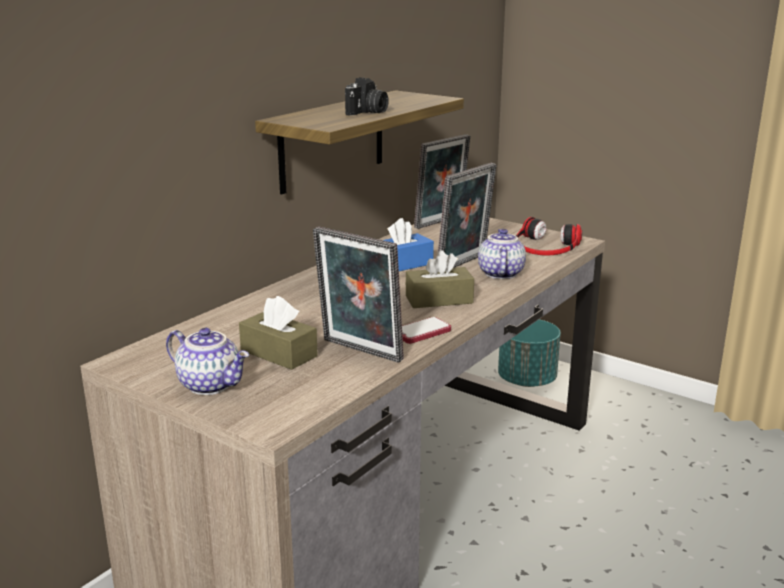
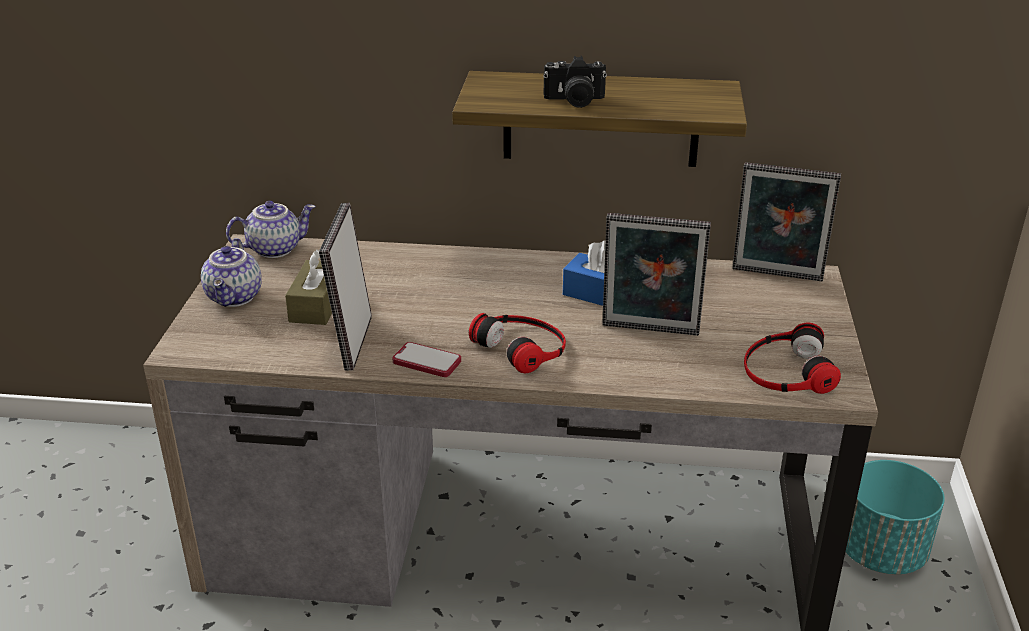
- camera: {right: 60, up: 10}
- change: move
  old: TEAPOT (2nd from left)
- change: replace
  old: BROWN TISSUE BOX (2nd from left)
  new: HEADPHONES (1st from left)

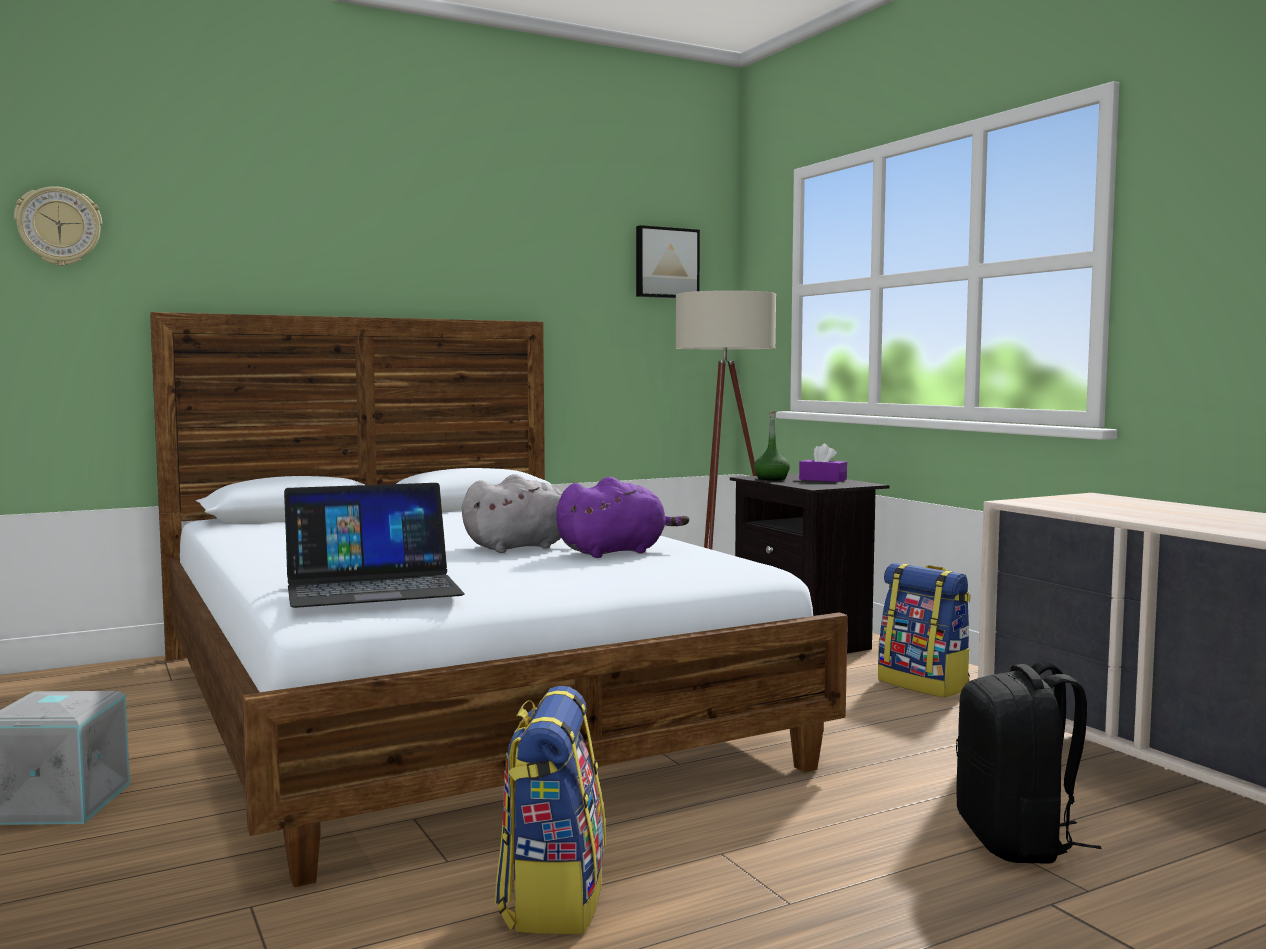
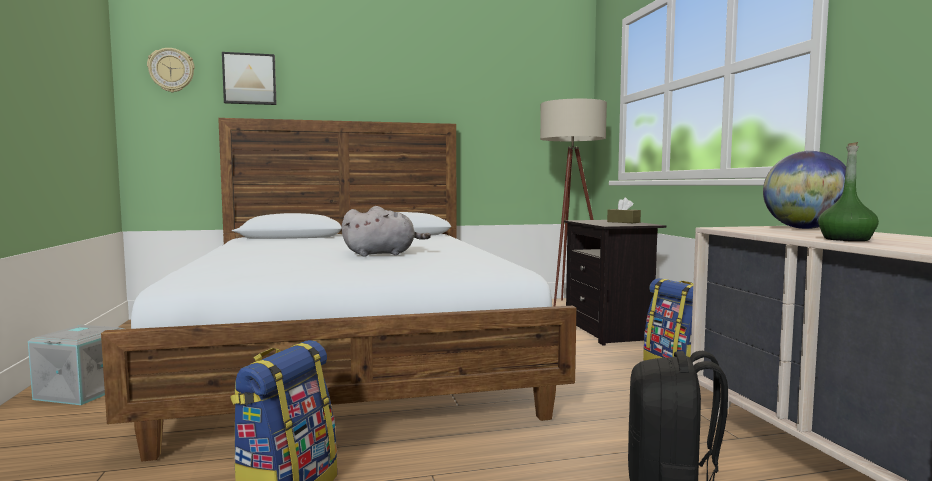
- camera: {right: 15, up: 0}
- change: delete
  old: LAPTOP
- change: delete
  old: PURPLE PLUSH TOY
- change: insert
  new: GLOBE
- change: move
  old: PICTURE
- change: move
  old: GREEN BOTTLE
- change: recolor
  old: PURPLE TISSUE BOX
  new: BROWN TISSUE BOX

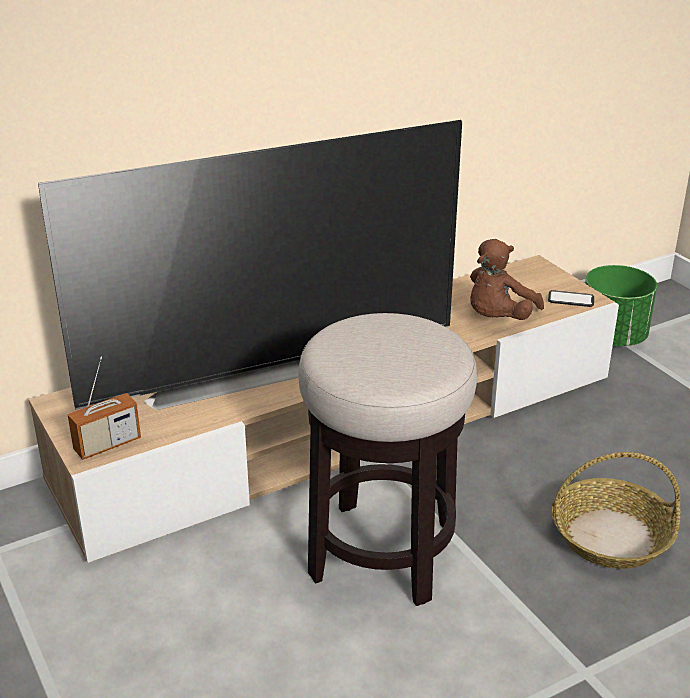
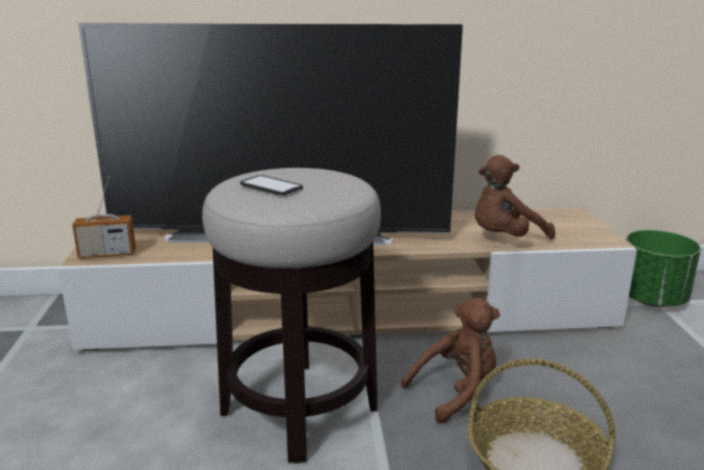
- camera: {right: 25, up: -10}
- change: insert
  new: BROWN PLUSH TOY (1st from left)
- change: move
  old: PHONE

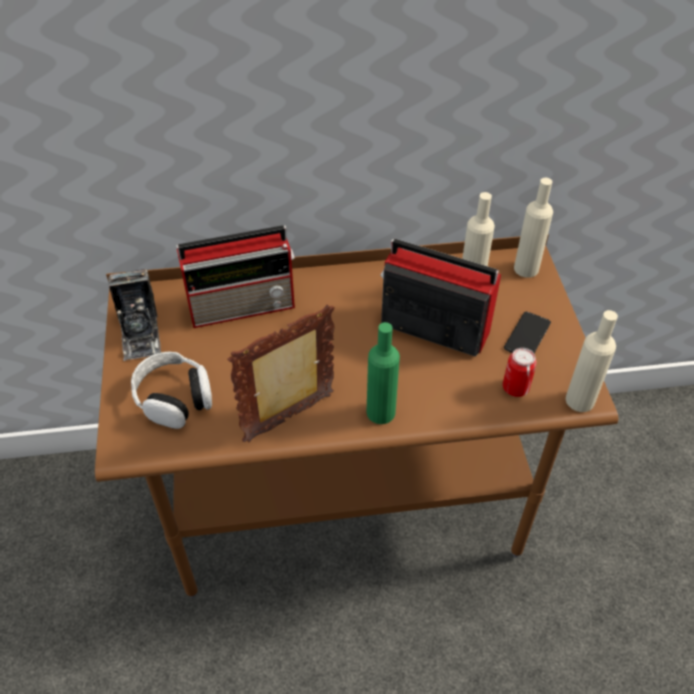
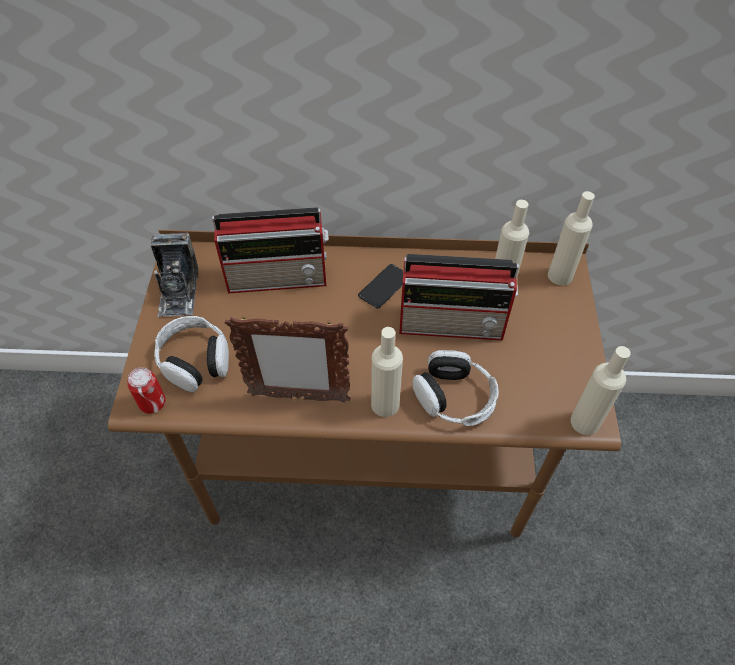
- camera: {right: 10, up: 5}
- change: insert
  new: HEADPHONES (2nd from left)
- change: move
  old: CAN
- change: move
  old: PHONE
- change: recolor
  old: GREEN BOTTLE
  new: BEIGE BOTTLE (1st from left)
- change: rotate
  old: PICTURE FRAME
  degrees: -150
- change: rotate
  old: RADIO (2nd from left)
  degrees: 150

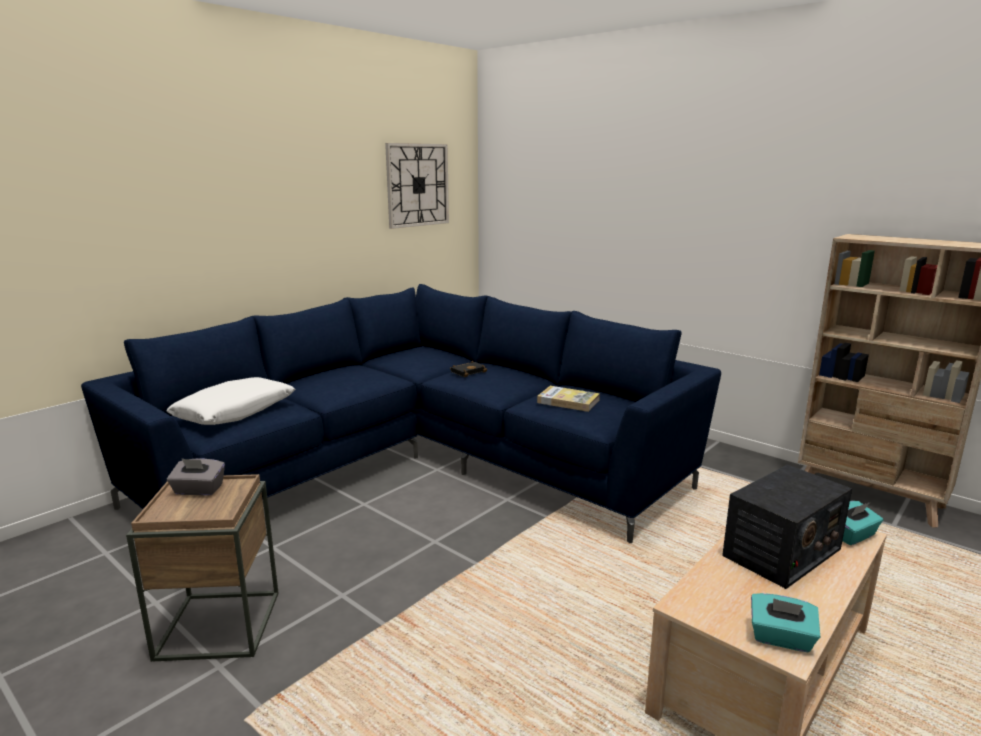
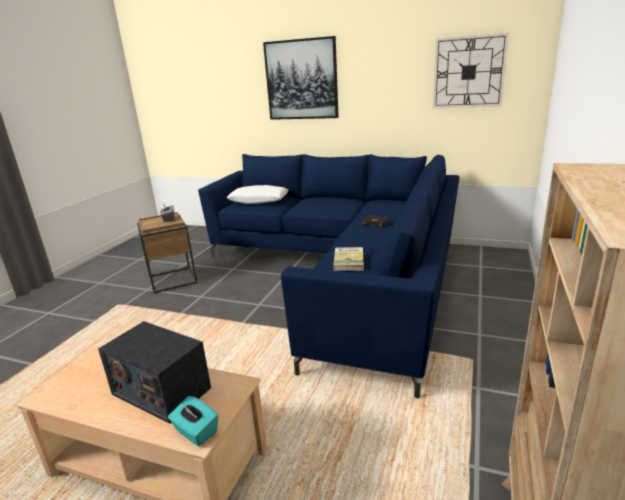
- camera: {right: 70, up: 5}
- change: delete
  old: TURQUOISE TISSUE BOX (1st from left)
- change: insert
  new: PICTURE

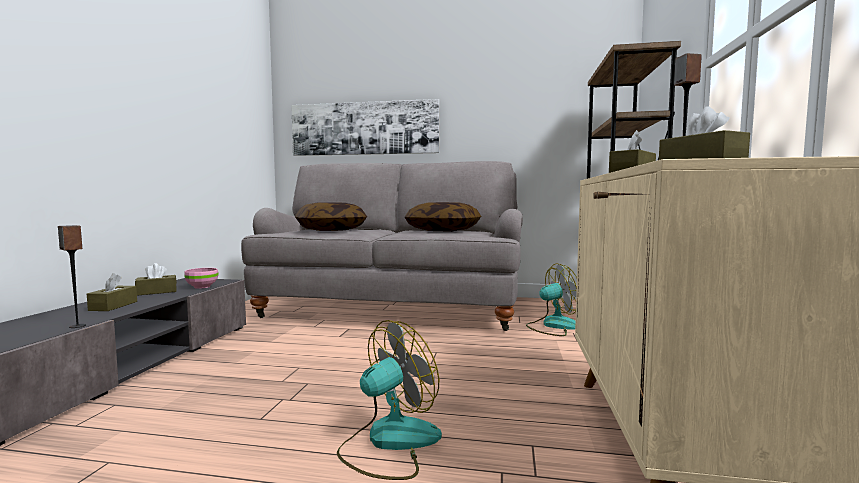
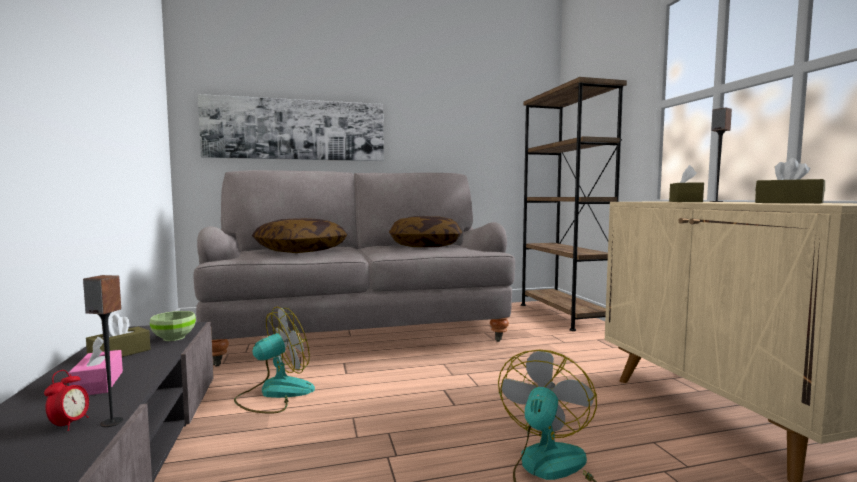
- camera: {right: -25, up: 0}
- change: insert
  new: ALARM CLOCK
- change: move
  old: FAN (2nd from left in the first image)
  new: FAN (1st from left)
- change: recolor
  old: BROWN TISSUE BOX (1st from left)
  new: PINK TISSUE BOX
- change: recolor
  old: PINK BOWL
  new: GREEN BOWL

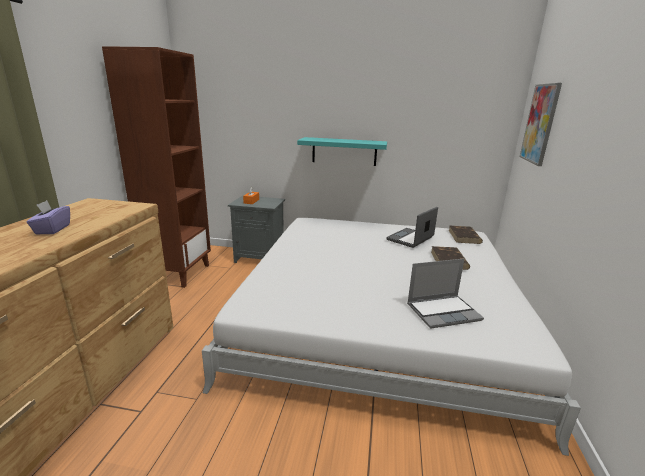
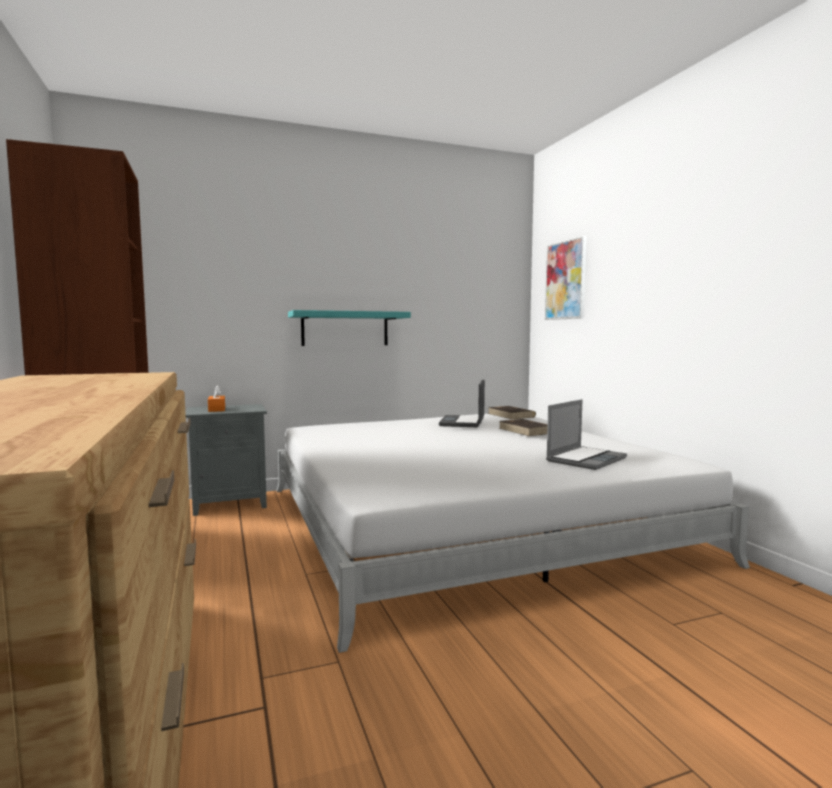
- camera: {right: -30, up: -15}
- change: delete
  old: PURPLE TISSUE BOX

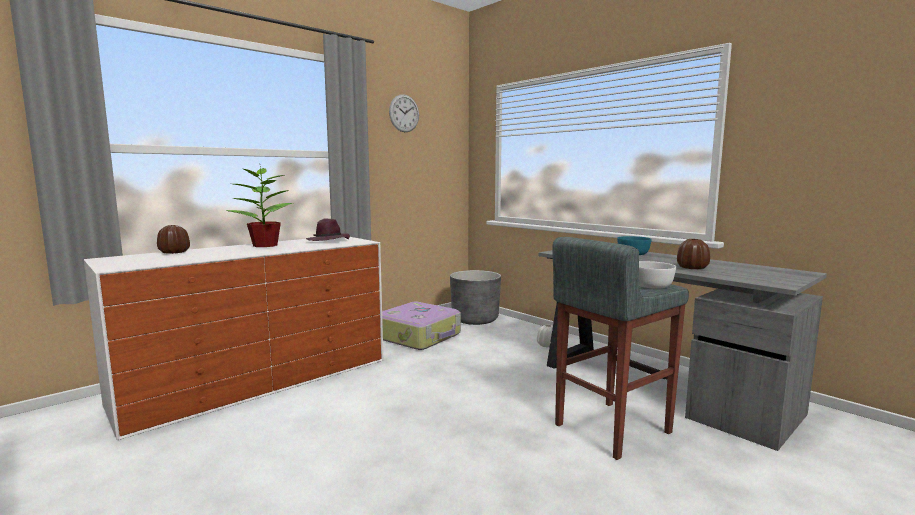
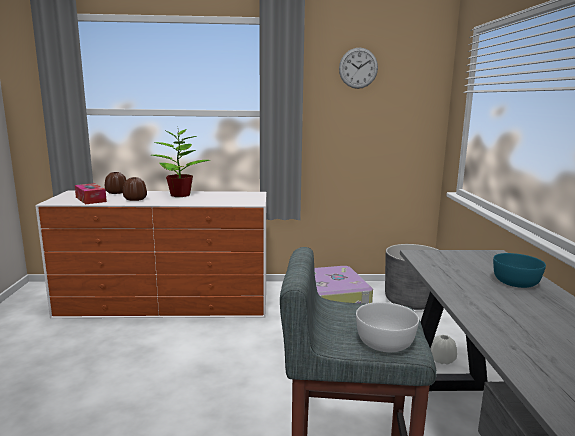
- camera: {right: 40, up: 5}
- change: delete
  old: PURPLE HAT
- change: insert
  new: TISSUE BOX
- change: move
  old: BROWN VASE (2nd from left)

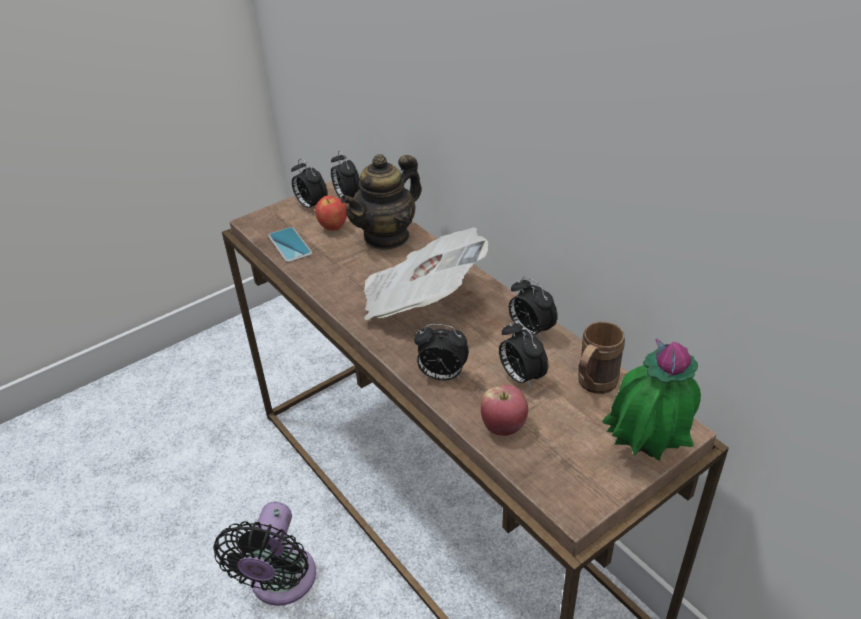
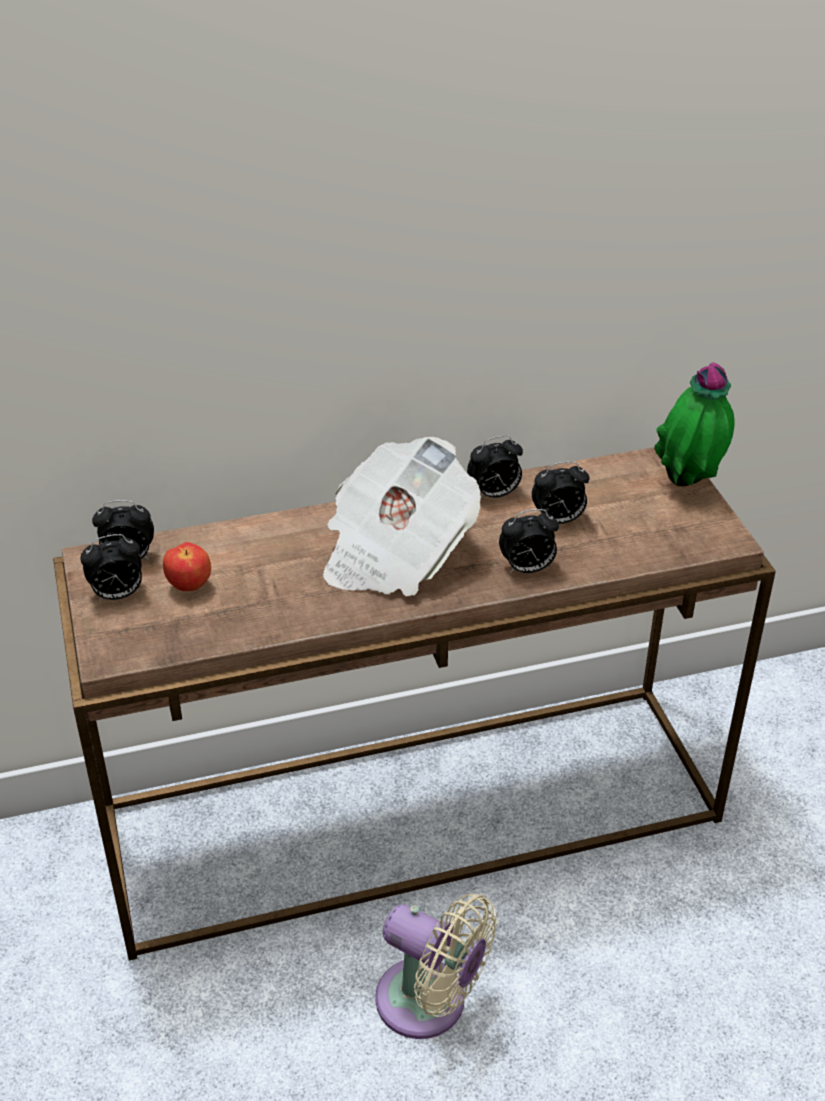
- camera: {right: -70, up: 0}
- change: delete
  old: PHONE
- change: delete
  old: TEAPOT
- change: delete
  old: APPLE (2nd from left)
- change: delete
  old: BROWN MUG
- change: recolor
  old: BLACK FAN
  new: BEIGE FAN
- change: rotate
  old: ALARM CLOCK (3rd from left in the first image)
  degrees: 45

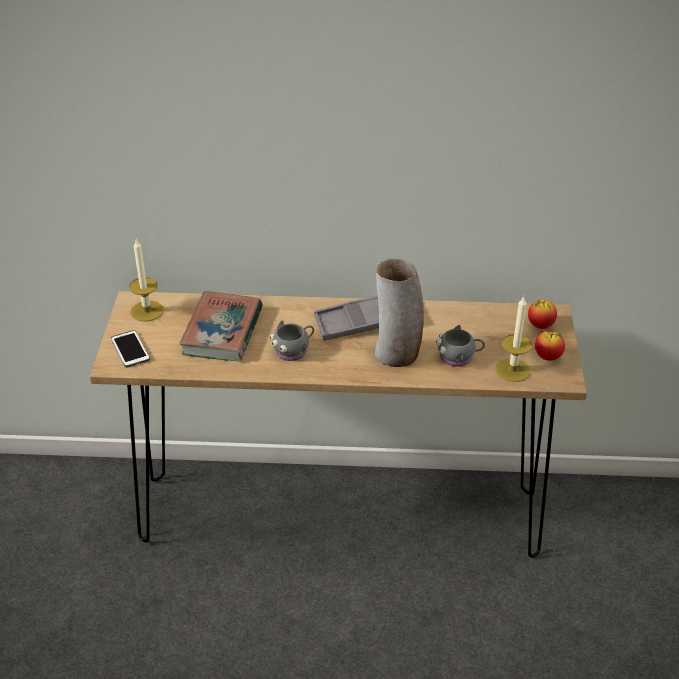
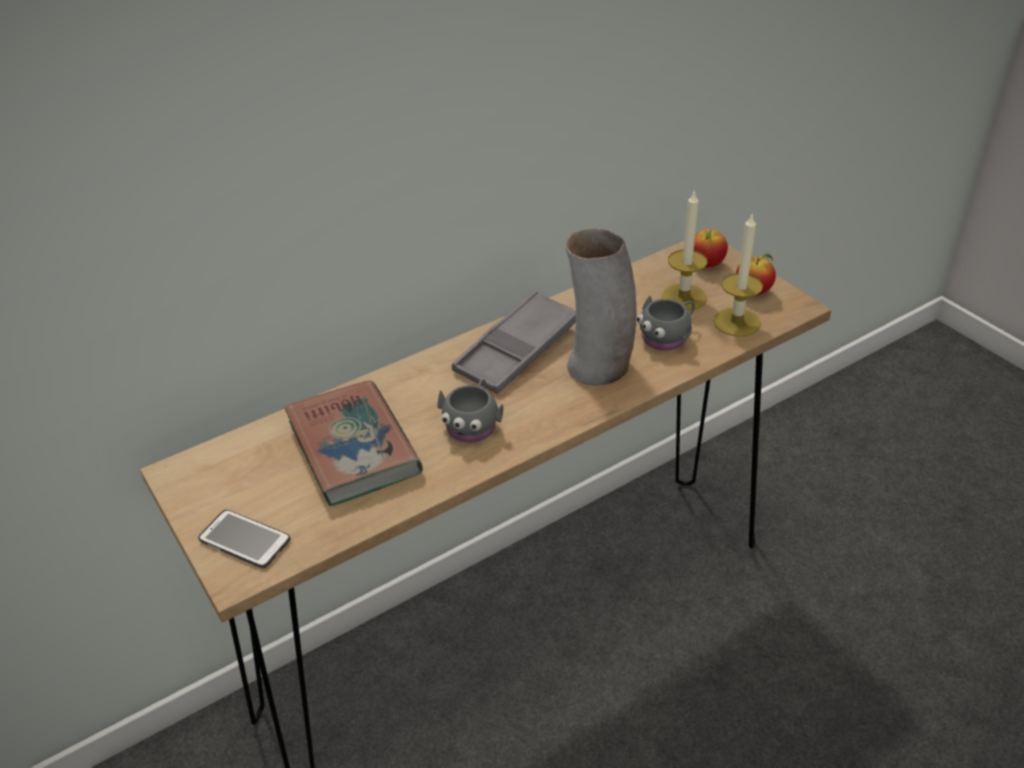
- camera: {right: -35, up: 0}
- change: move
  old: CANDLE (1st from left)

